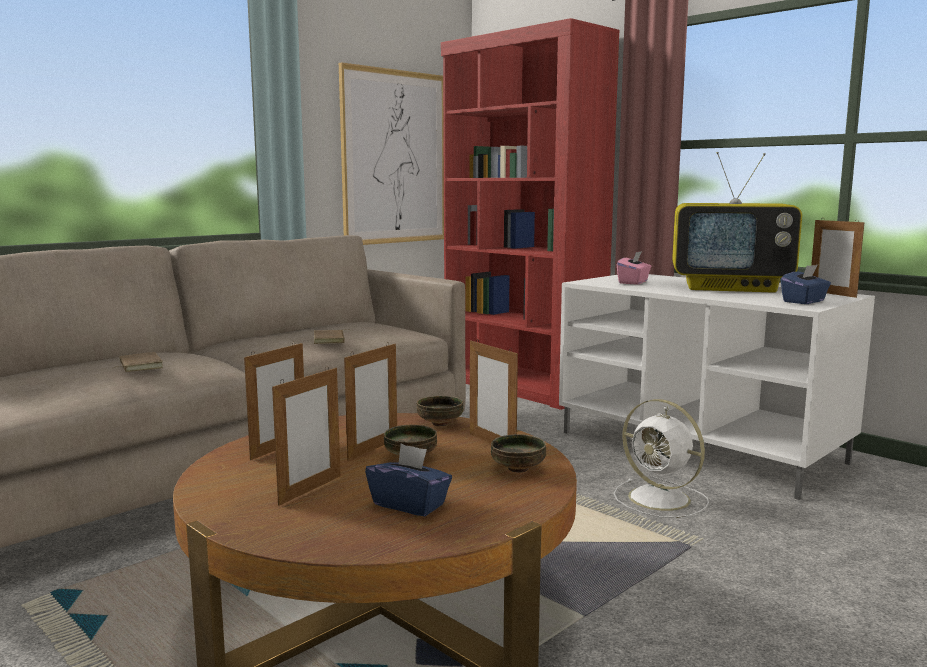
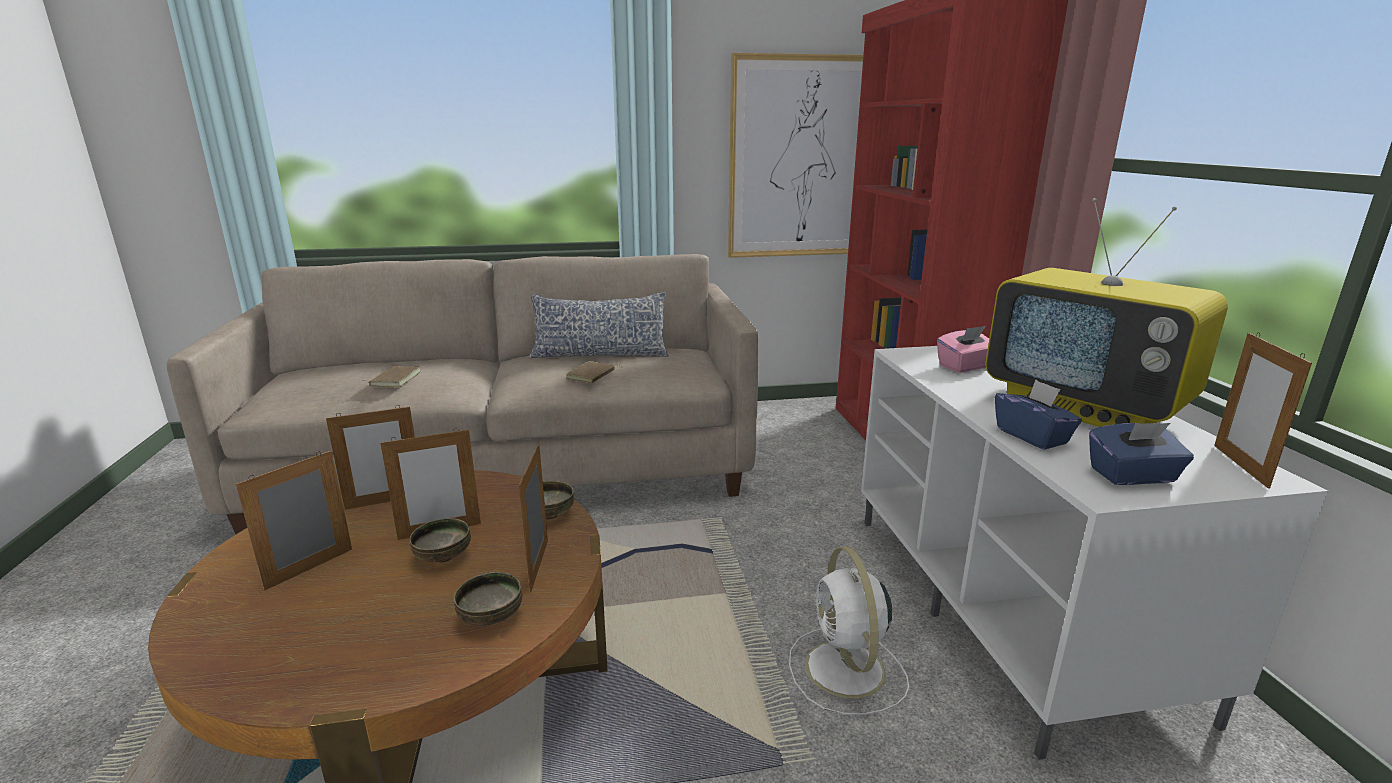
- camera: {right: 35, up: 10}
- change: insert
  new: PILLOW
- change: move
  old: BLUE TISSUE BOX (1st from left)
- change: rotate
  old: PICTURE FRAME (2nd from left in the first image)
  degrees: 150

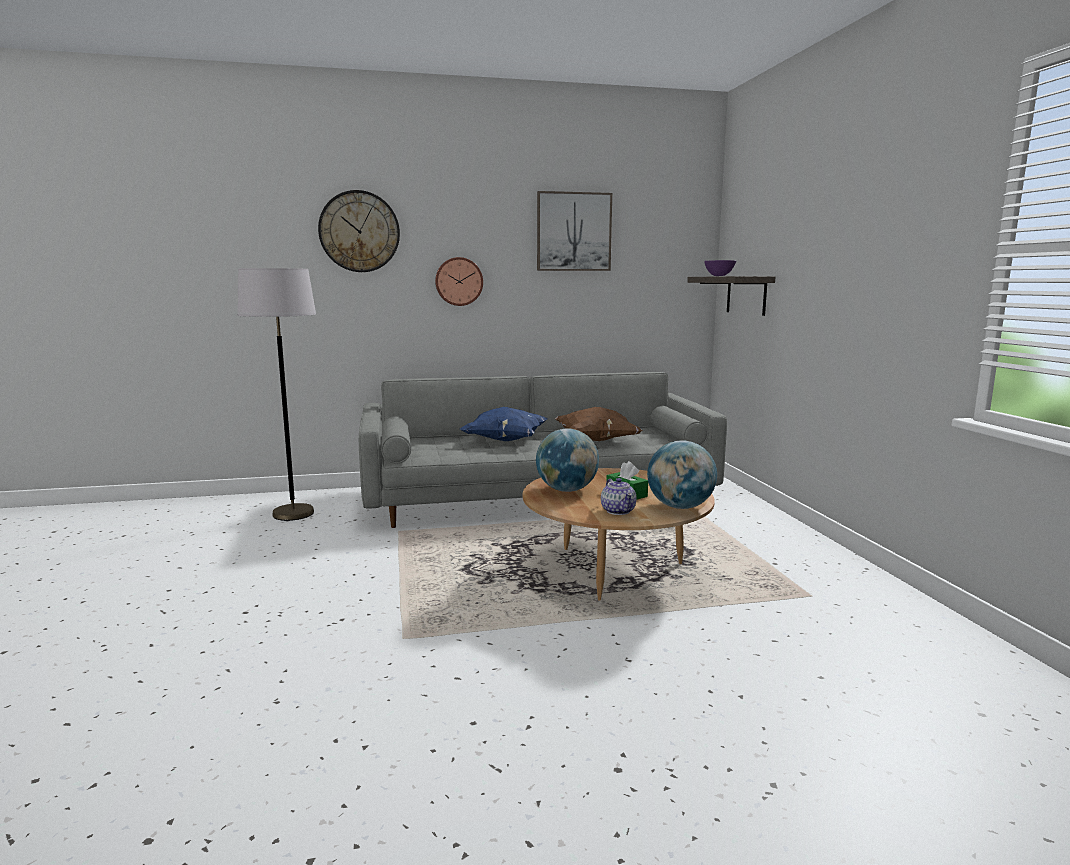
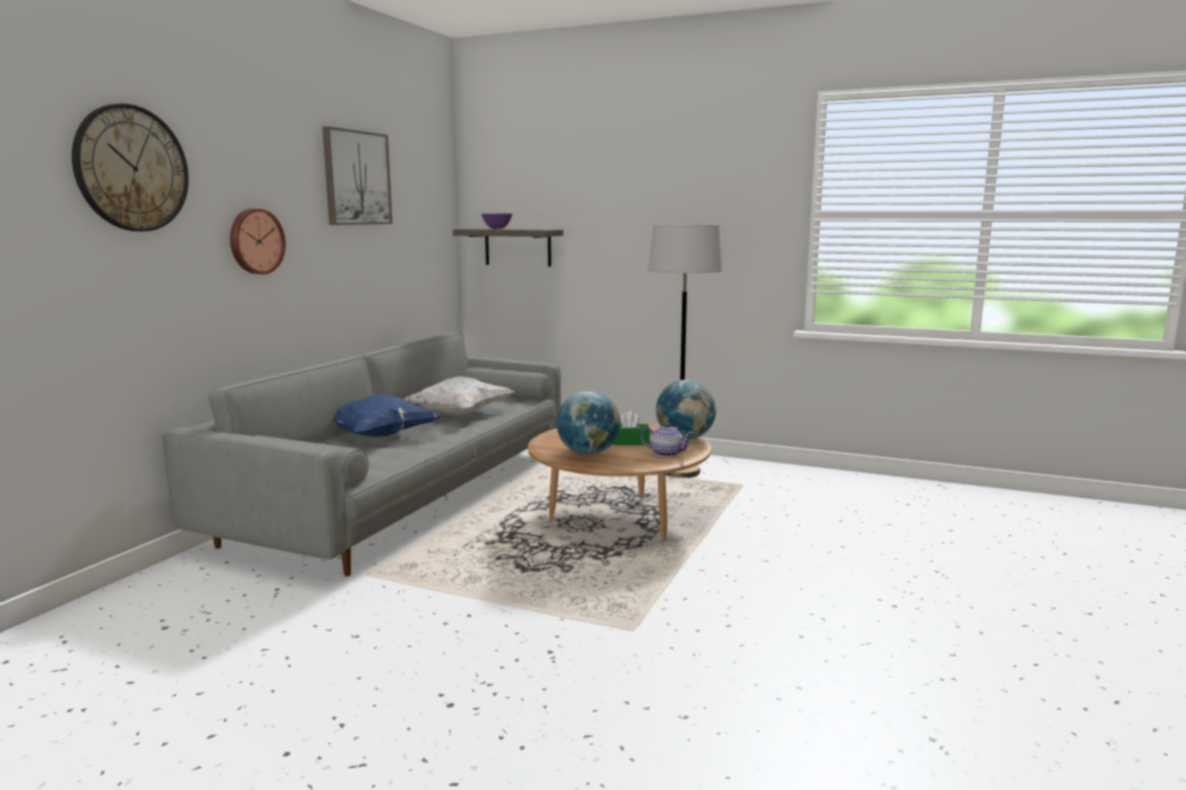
- camera: {right: -55, up: 0}
- change: move
  old: GREY FLOOR LAMP
- change: recolor
  old: BROWN PILLOW
  new: WHITE PILLOW

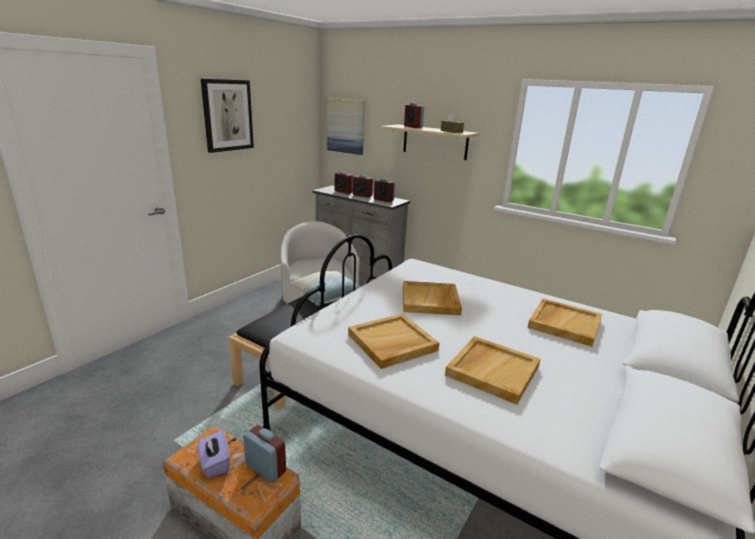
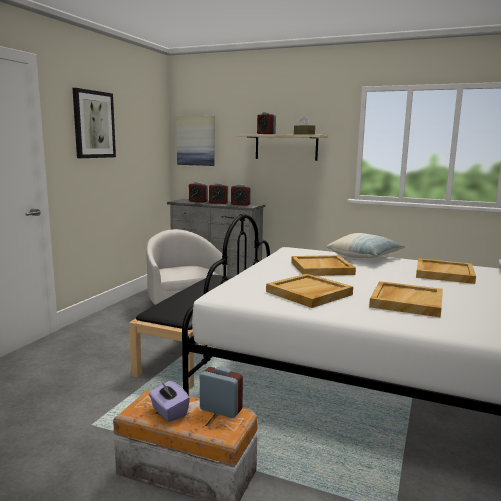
- camera: {right: -10, up: -10}
- change: move
  old: PILLOW

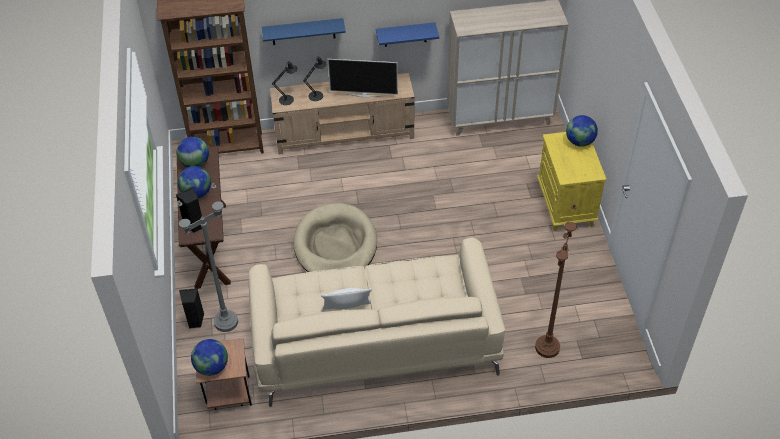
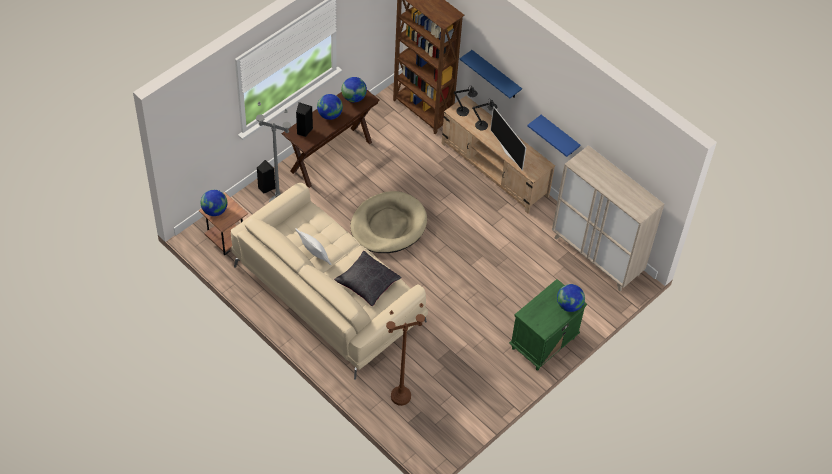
- camera: {right: 50, up: 5}
- change: insert
  new: BLACK PILLOW
- change: recolor
  old: YELLOW NIGHTSTAND
  new: GREEN NIGHTSTAND

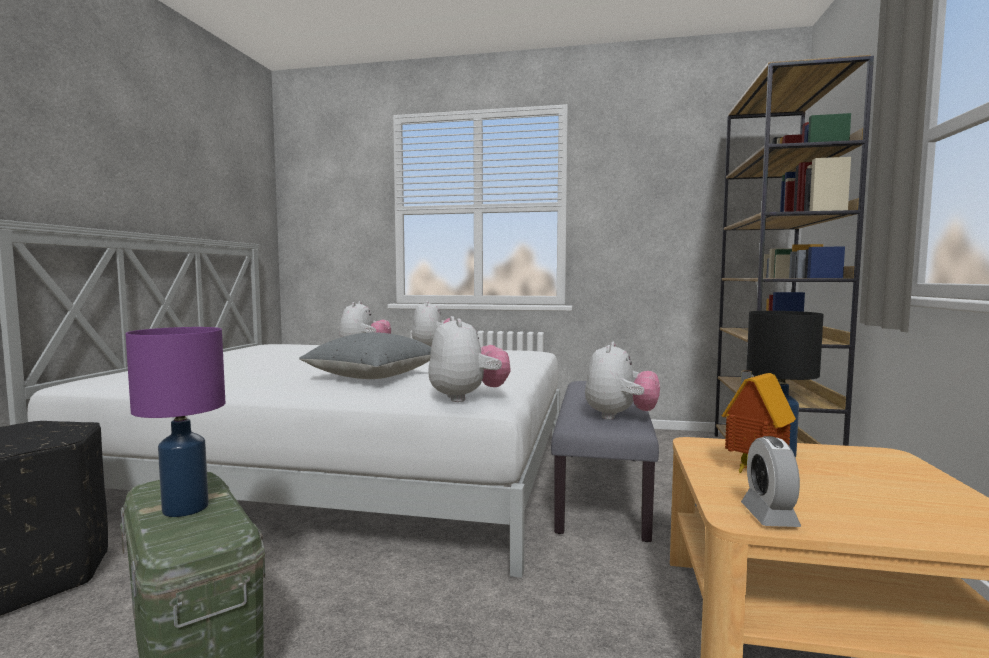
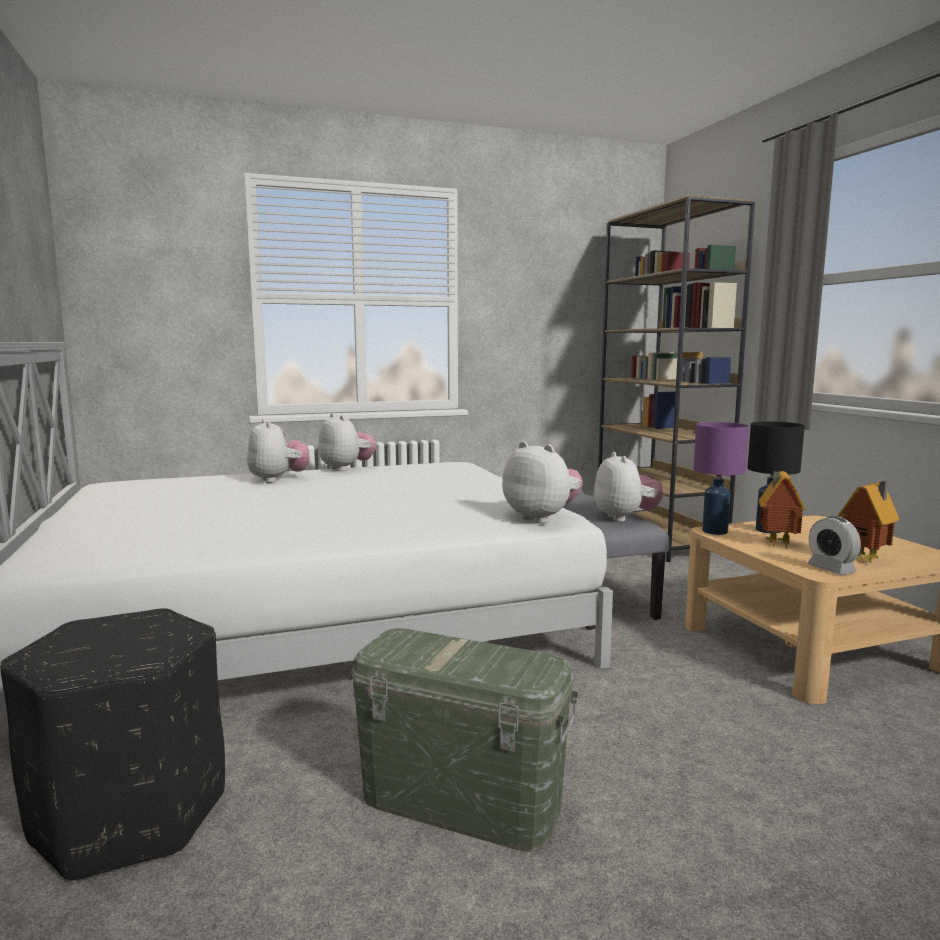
- camera: {right: -30, up: 5}
- change: delete
  old: GREY PILLOW
- change: insert
  new: TOY HOUSE (2nd from left)
- change: move
  old: PURPLE TABLE LAMP

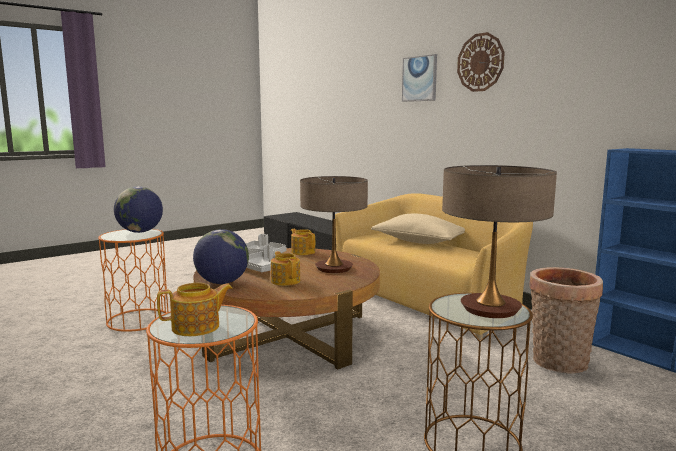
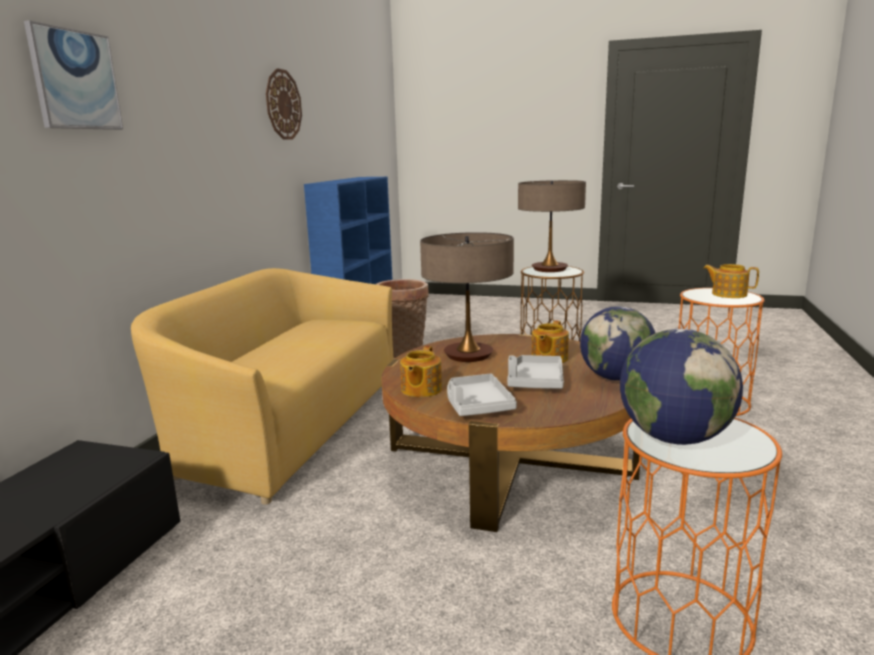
- camera: {right: -125, up: 5}
- change: delete
  old: BEIGE PILLOW
- change: move
  old: WALL CLOCK

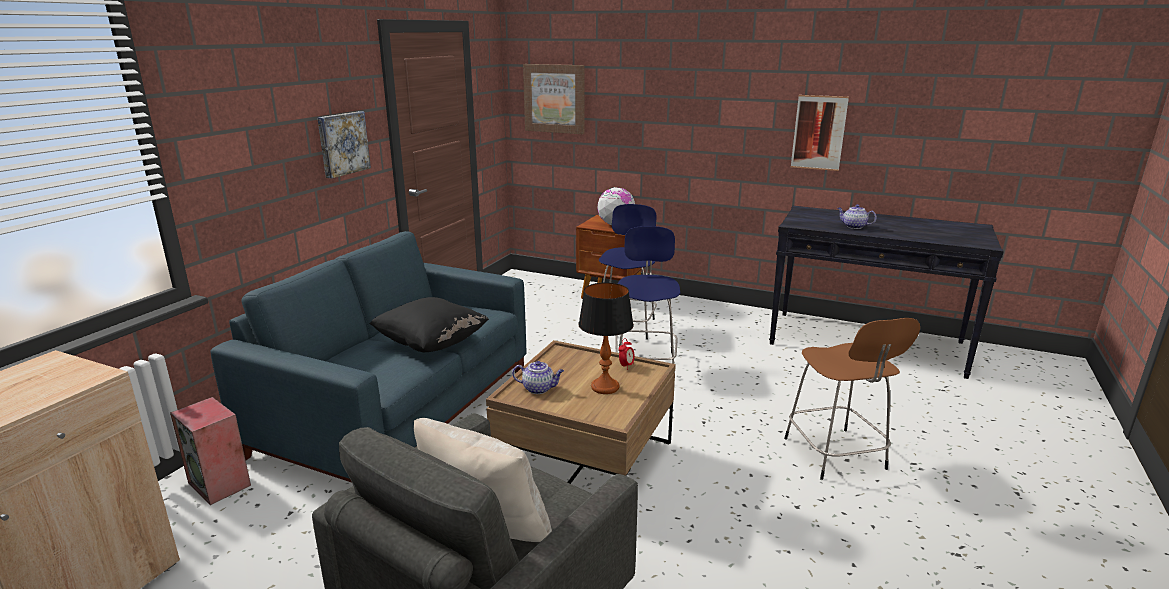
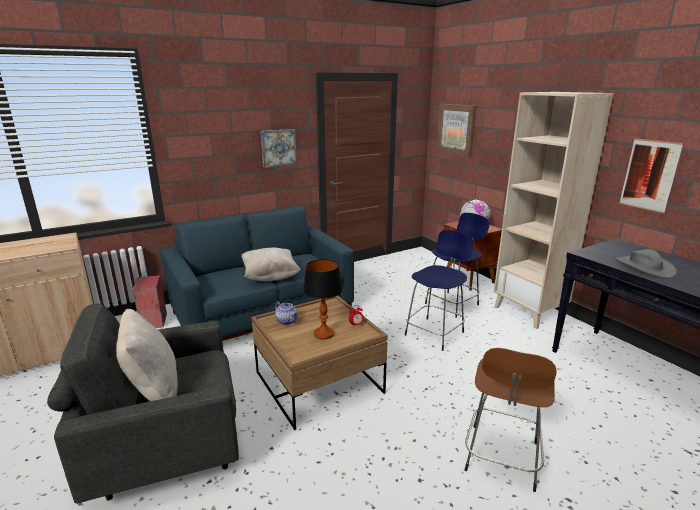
- camera: {right: 35, up: 0}
- change: insert
  new: BEIGE BOOKCASE
- change: replace
  old: TEAPOT (2nd from left)
  new: GREY HAT
- change: recolor
  old: BLACK PILLOW
  new: BEIGE PILLOW (2nd from left)

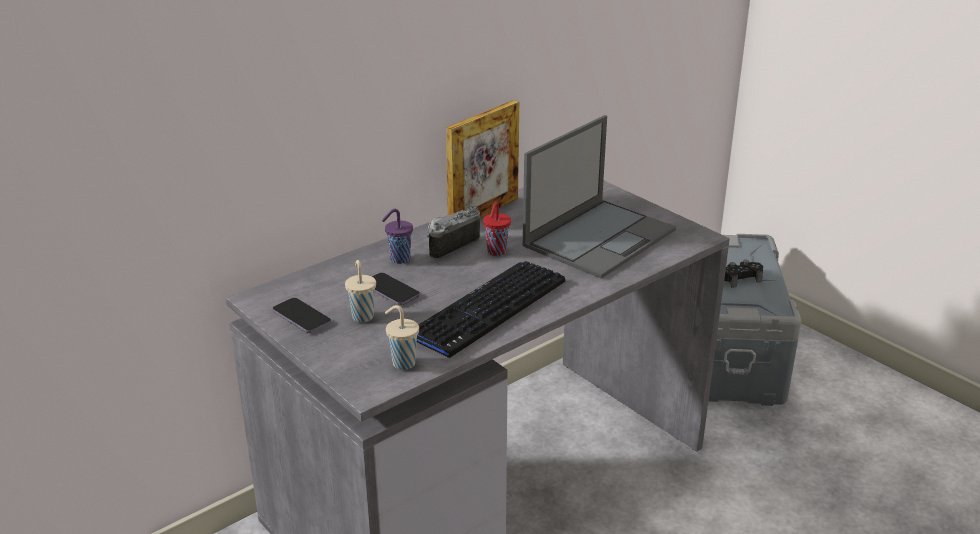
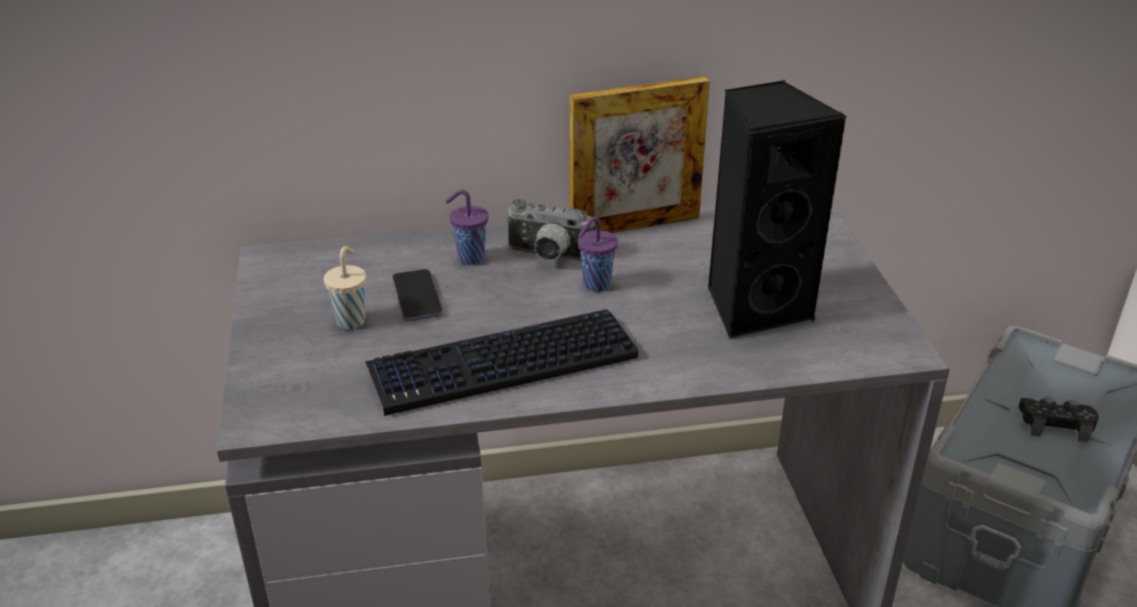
- camera: {right: 30, up: 5}
- change: delete
  old: PHONE (1st from left)
- change: delete
  old: BEIGE CUP (2nd from left)
- change: replace
  old: LAPTOP
  new: BLACK SPEAKER
- change: recolor
  old: RED CUP
  new: PURPLE CUP (2nd from left)
- change: rotate
  old: PHOTO CAMERA
  degrees: -150

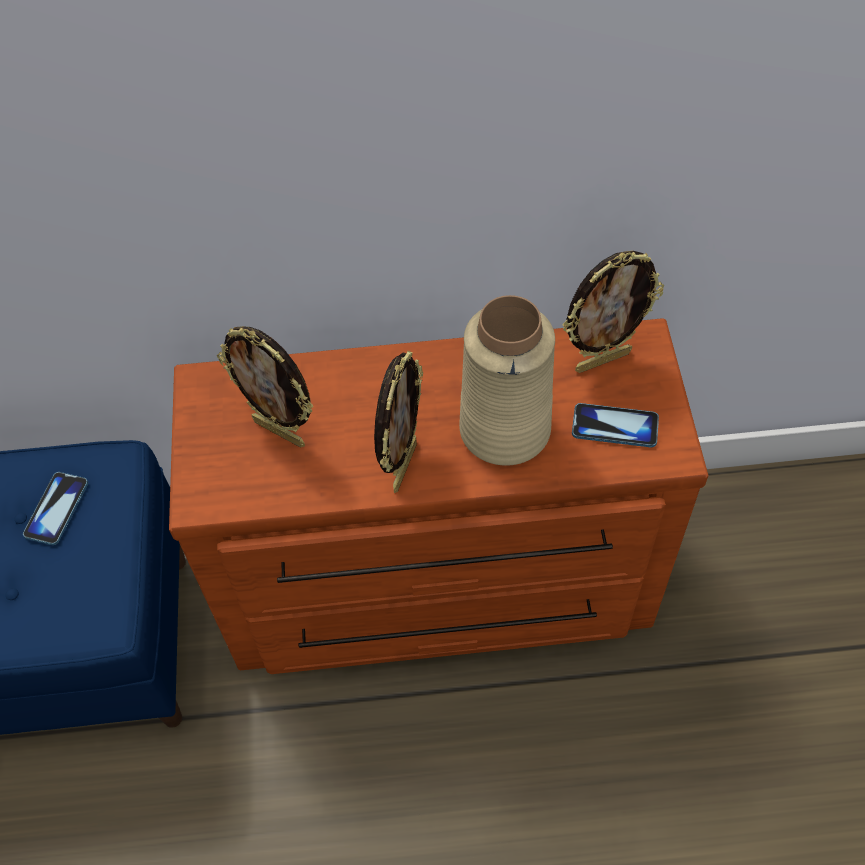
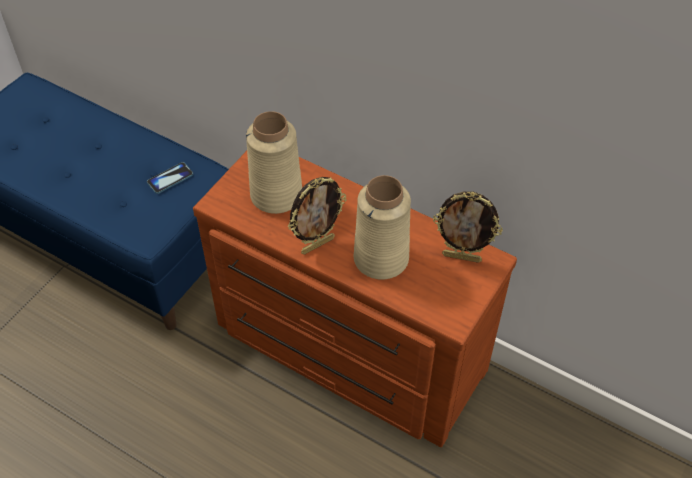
- camera: {right: 35, up: -5}
- change: delete
  old: PHONE (2nd from left)
- change: replace
  old: PICTURE FRAME (1st from left)
  new: BEIGE VASE (1st from left)

